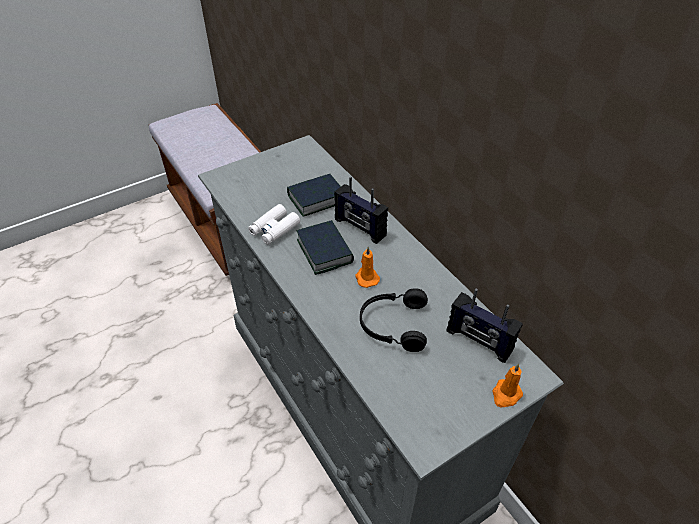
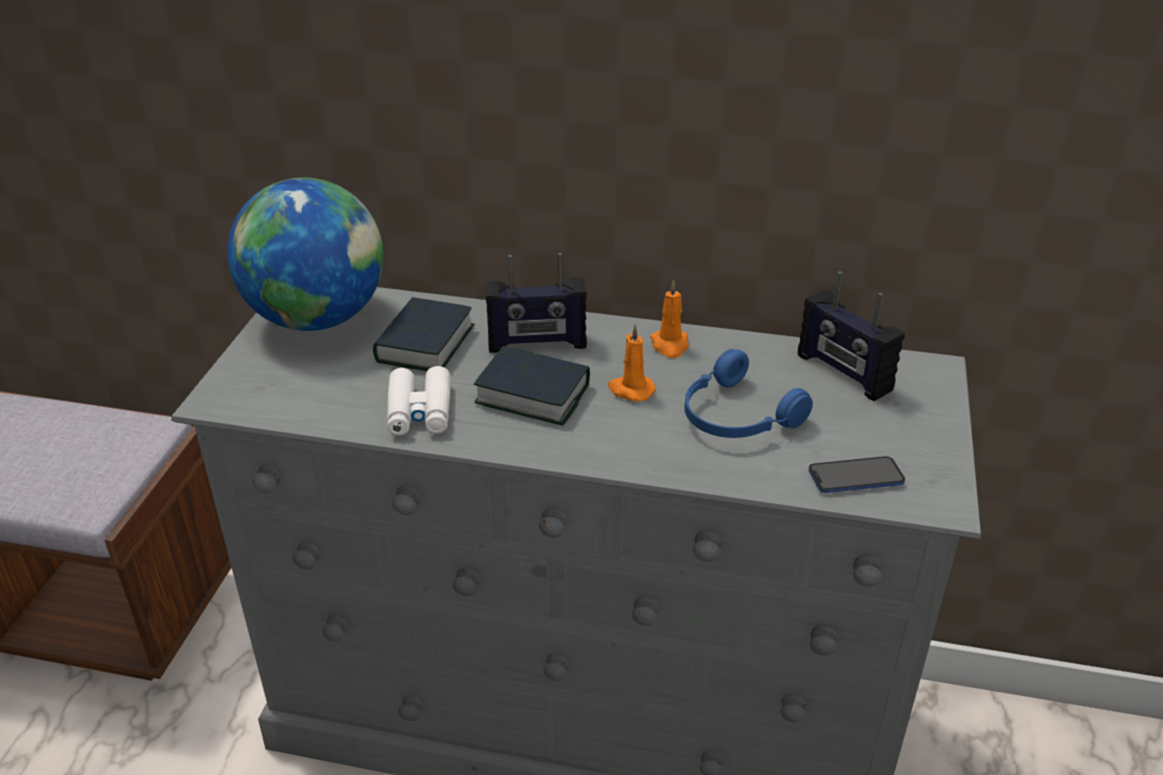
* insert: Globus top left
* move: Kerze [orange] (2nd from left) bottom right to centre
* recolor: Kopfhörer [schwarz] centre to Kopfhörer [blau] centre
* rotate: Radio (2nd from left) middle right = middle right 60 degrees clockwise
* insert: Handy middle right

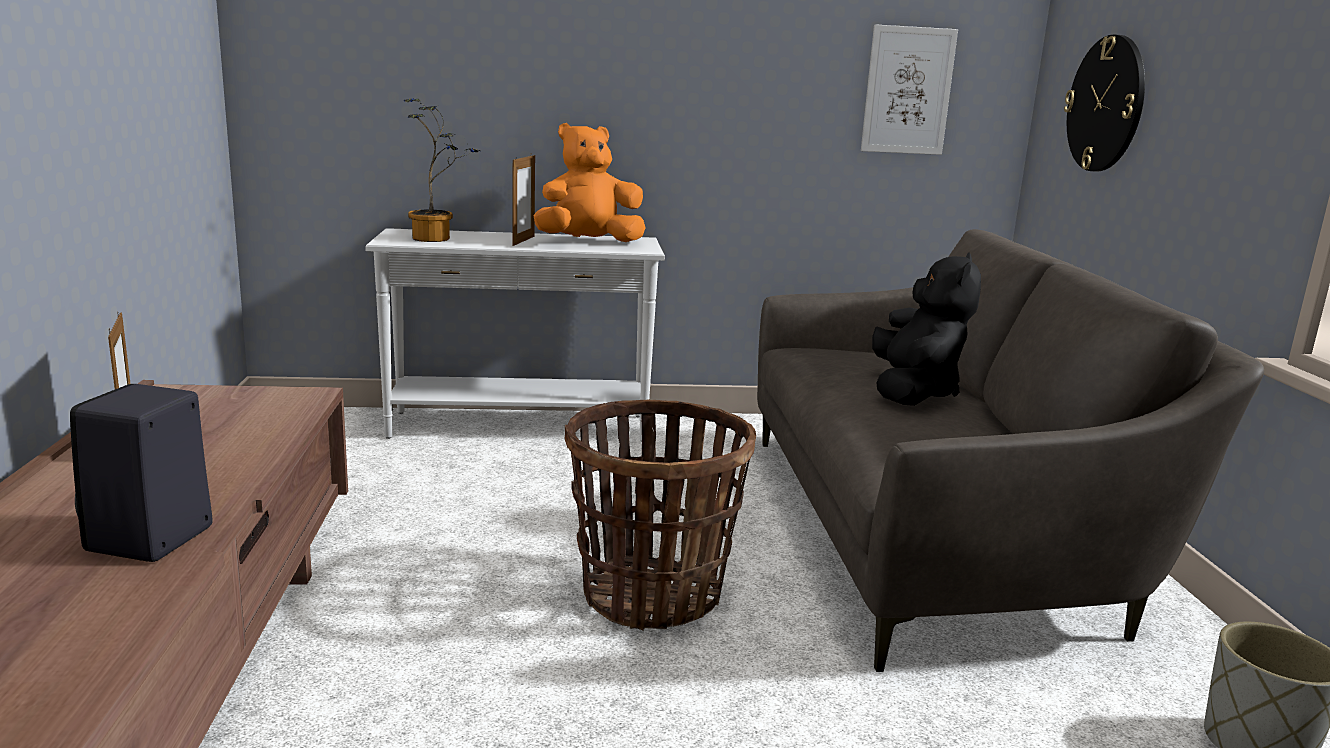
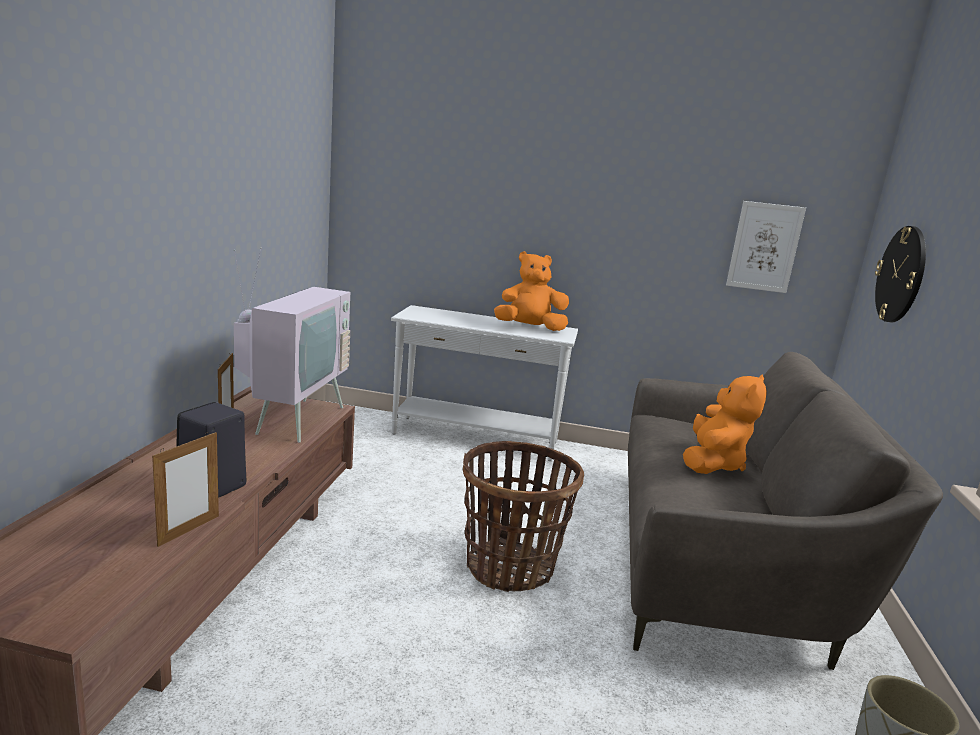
* move: Bilderrahmen (2nd from left in the first image) top centre to Bilderrahmen (1st from left) middle left
* insert: Fernseher middle left
* recolor: Plüschtier [schwarz] middle right to Plüschtier [orange] (2nd from left) middle right
* delete: Topfpflanze top left

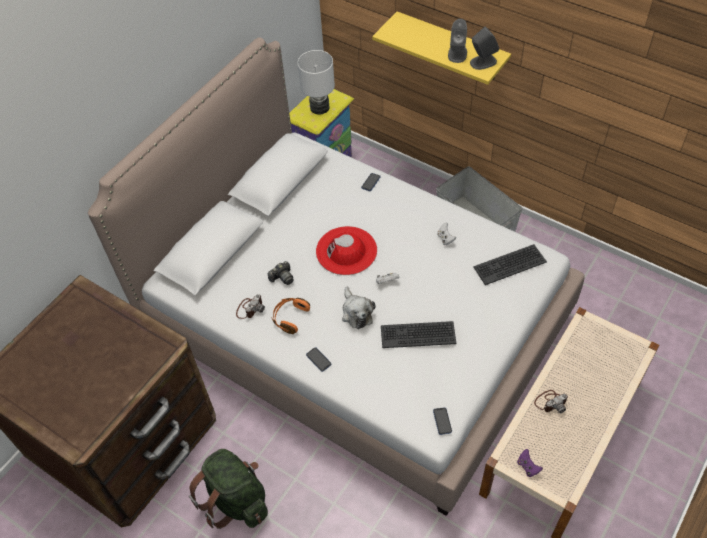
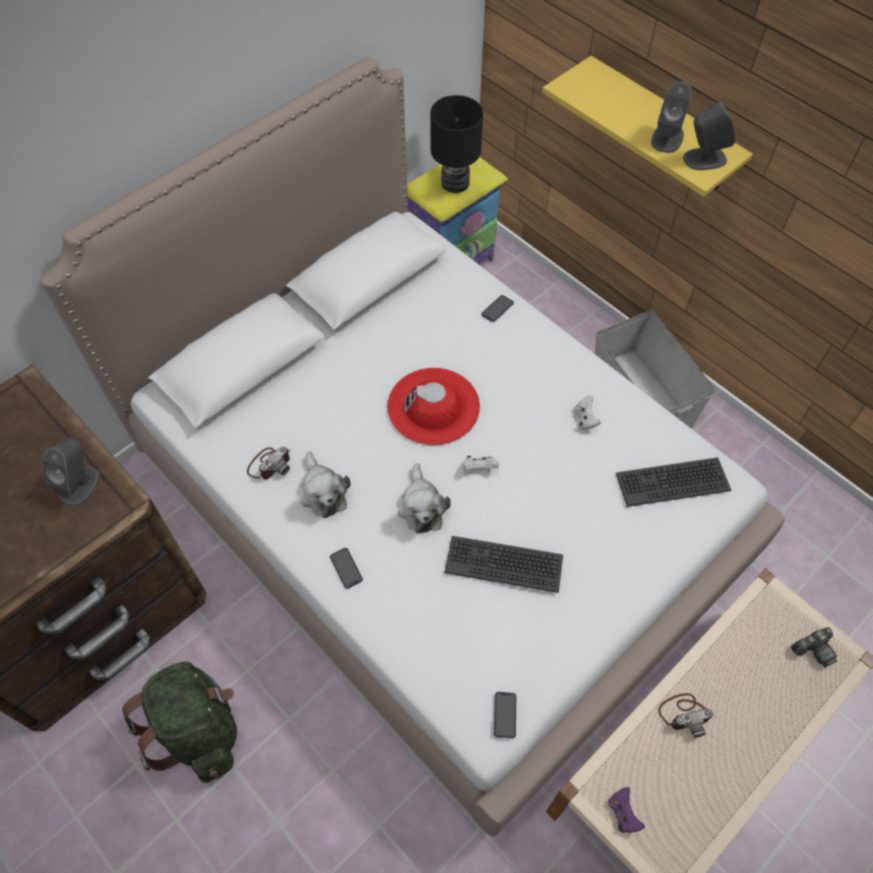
* insert: Lautsprecher [grau] (1st from left) middle left
* replace: Kopfhörer [orange] centre to Plüschtier (1st from left) centre
* recolor: Tischlampe [weiß] top centre to Tischlampe [schwarz] top centre
* move: Kamera (2nd from left in the first image) centre to Kamera (3rd from left) bottom right

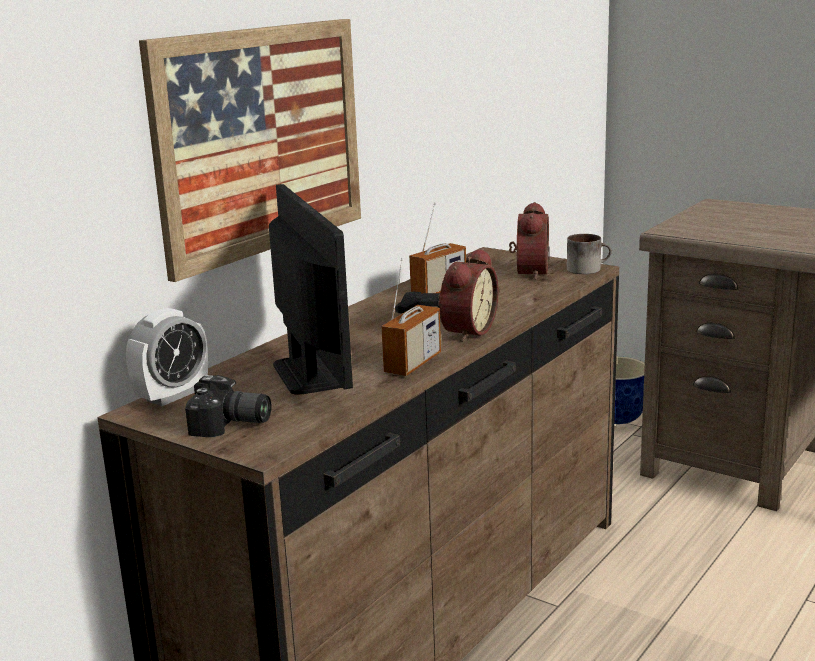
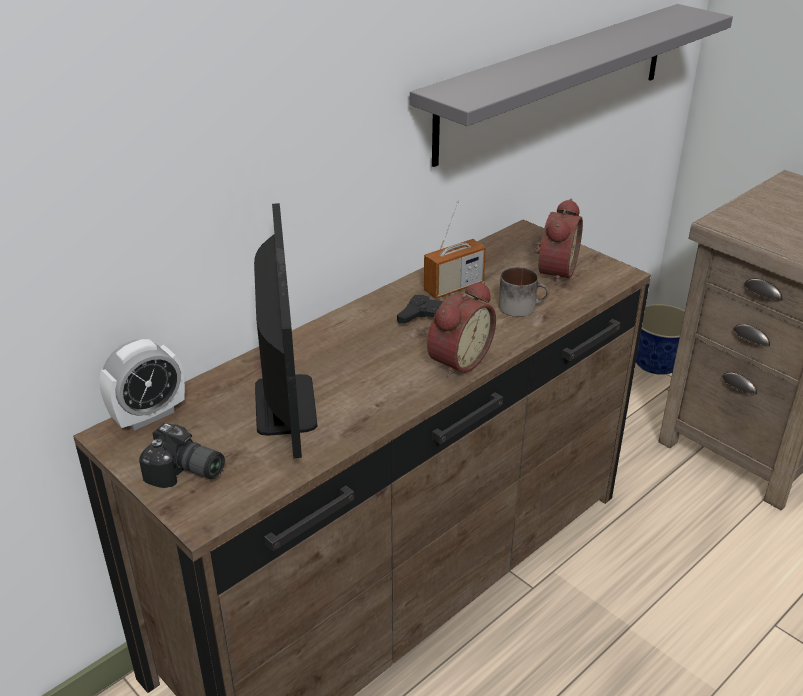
* insert: Wandregal [grau] top right
* move: Henkelbecher middle right to centre
* delete: Bild top left
* delete: Radio (1st from left) centre

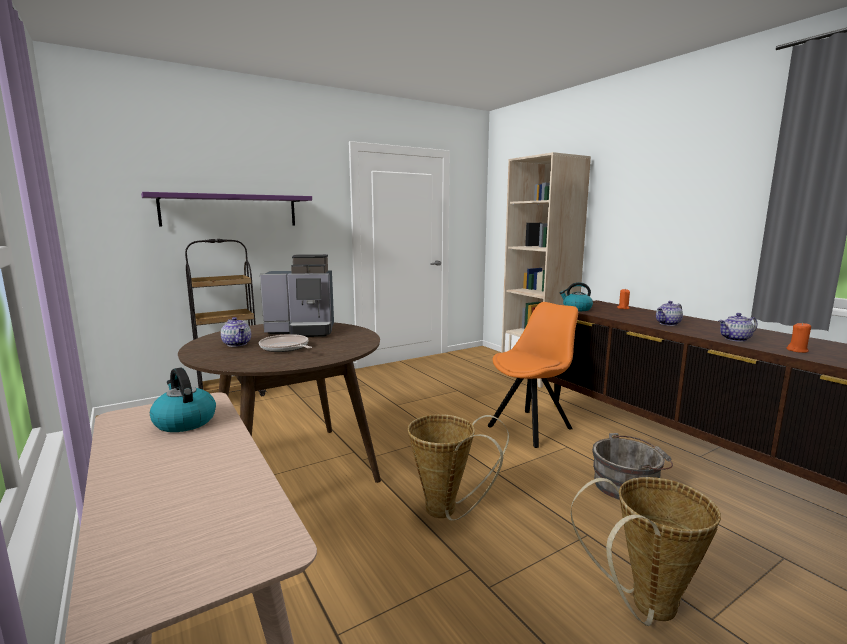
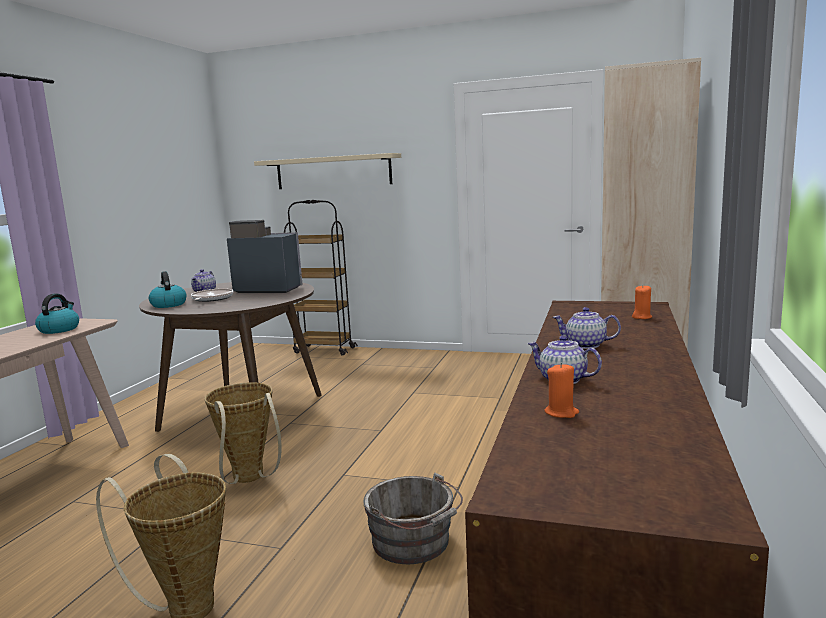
* move: Wasserkessel (2nd from left) middle right to middle left
* rotate: Kaffeemaschine centre = middle left 150 degrees clockwise
* recolor: Wandregal [lila] top left to Wandregal [beige] top centre
* delete: Stuhl [orange] centre

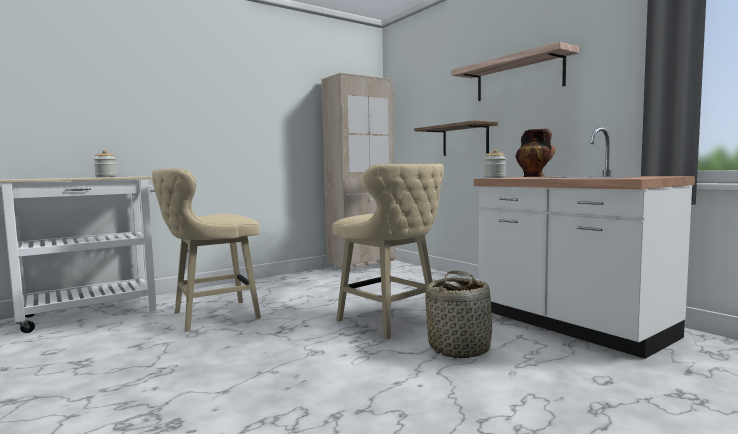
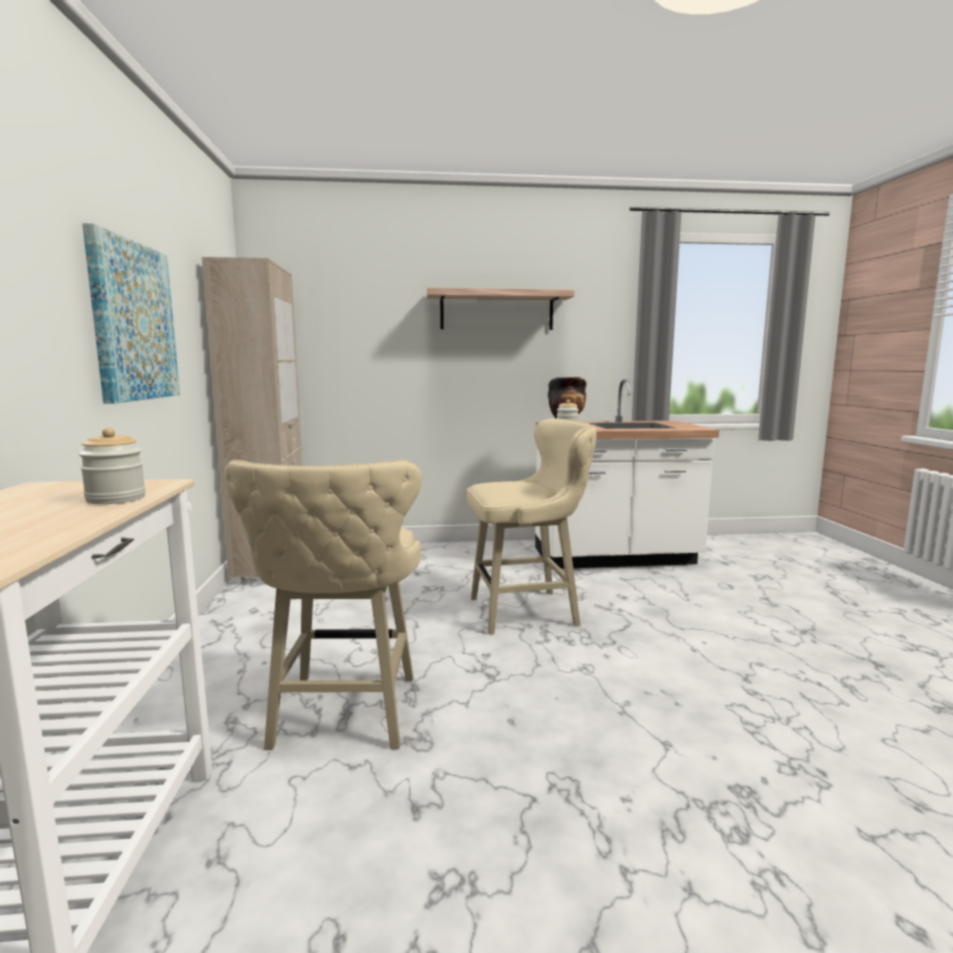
* insert: Bild top left
* delete: Wandregal (1st from left) top centre
* delete: Korb bottom centre

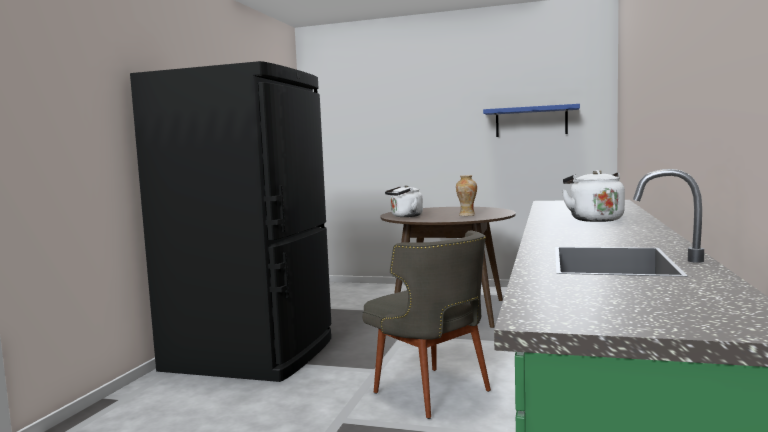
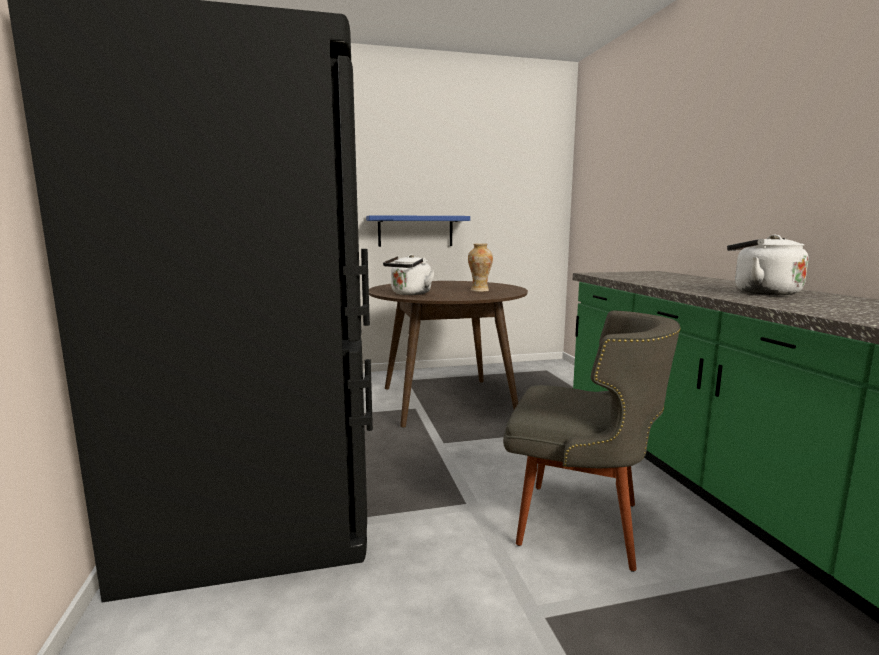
* move: Wandregal [blau] top right to centre

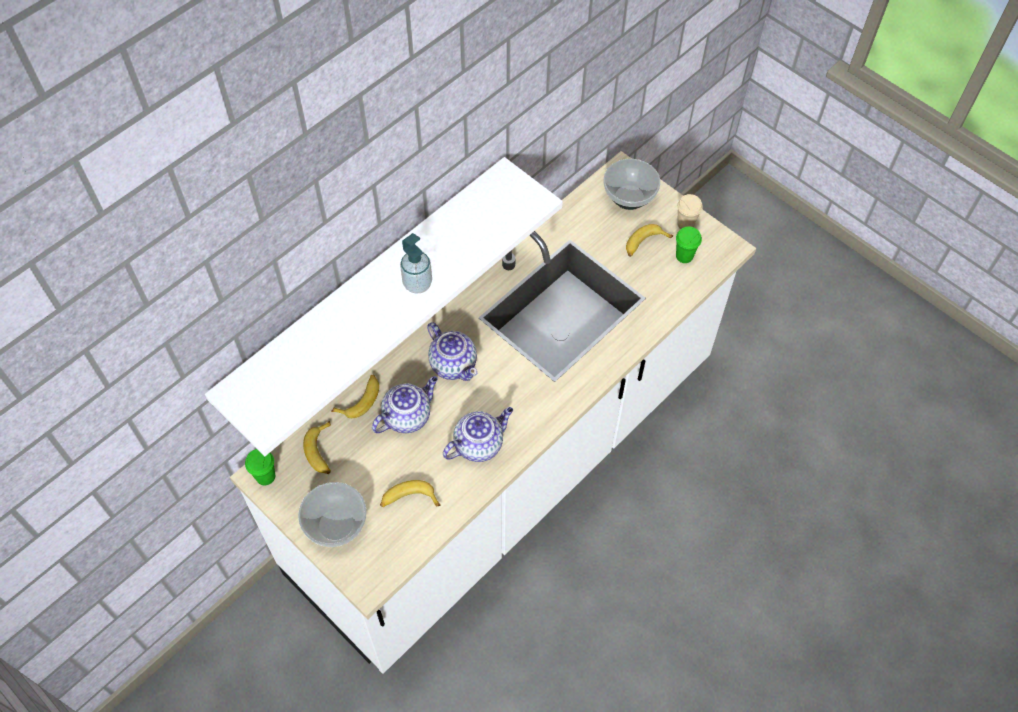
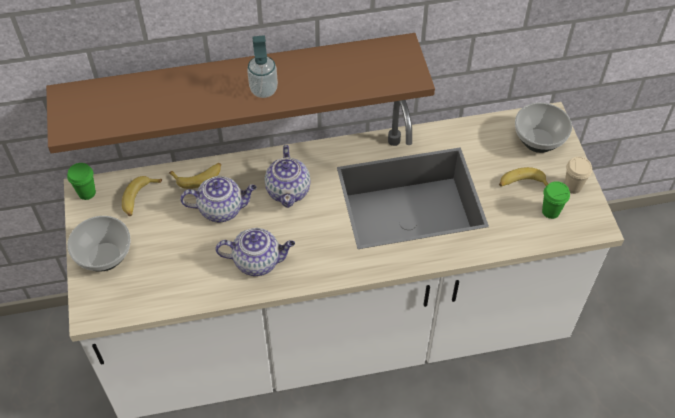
* recolor: Wandregal [weiß] centre to Wandregal [braun] top centre
* delete: Banane (3rd from left) bottom centre

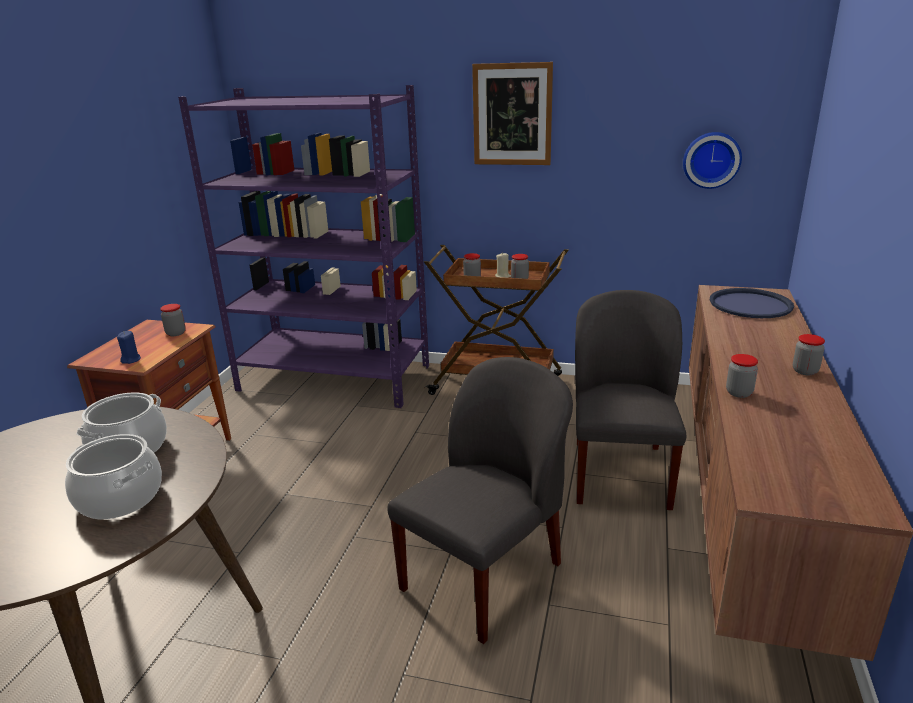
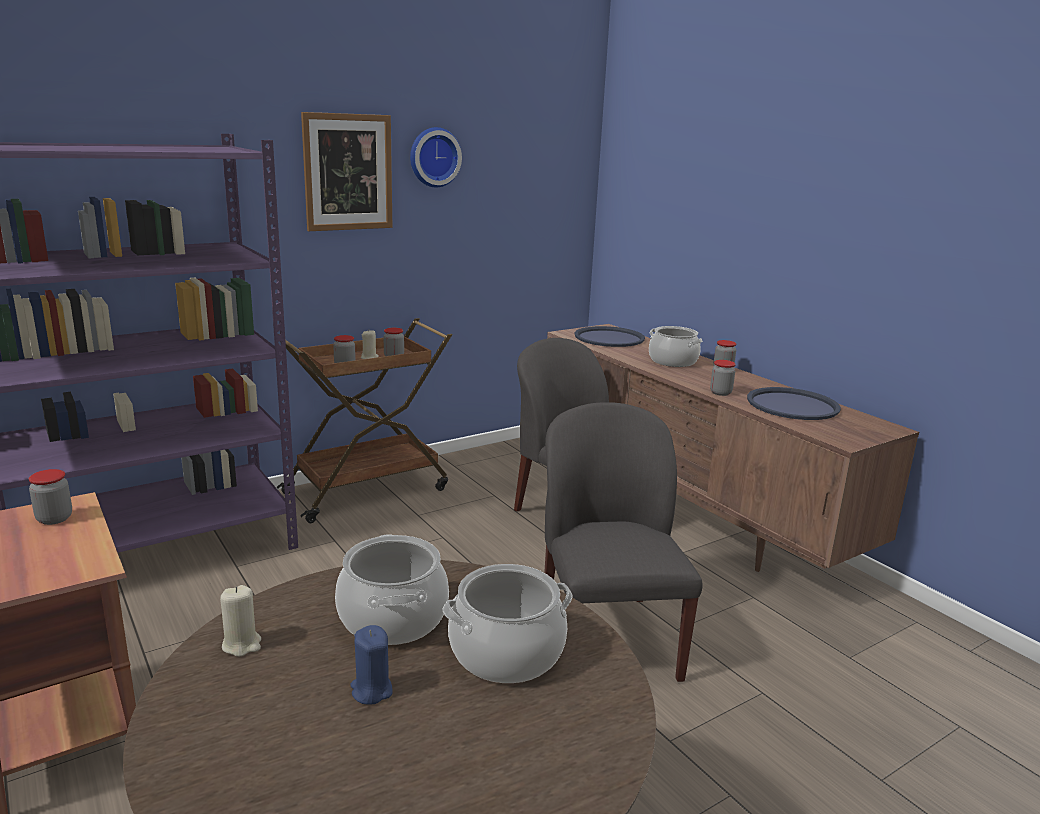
* insert: Kerze [beige] (1st from left) bottom left
* move: Kerze [blau] middle left to bottom centre
* move: Wanduhr top right to top centre
* insert: Kochtopf (3rd from left) centre
* insert: Tablett [blau] (2nd from left) middle right

